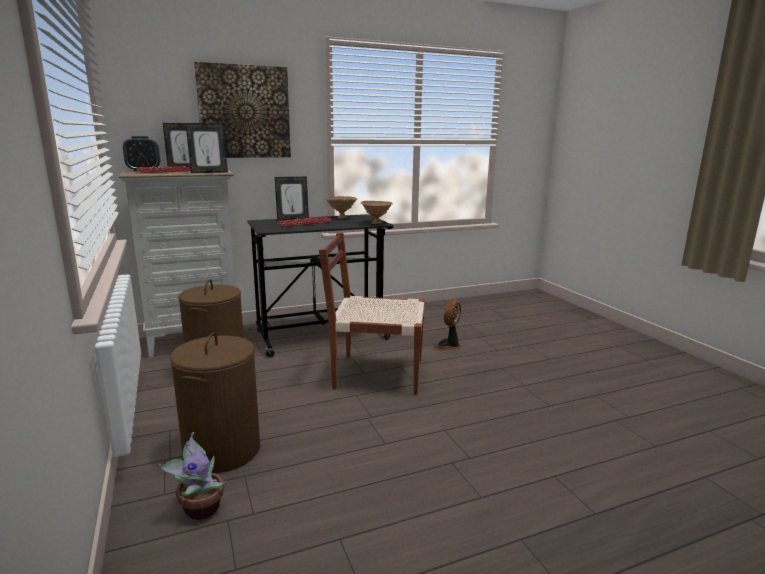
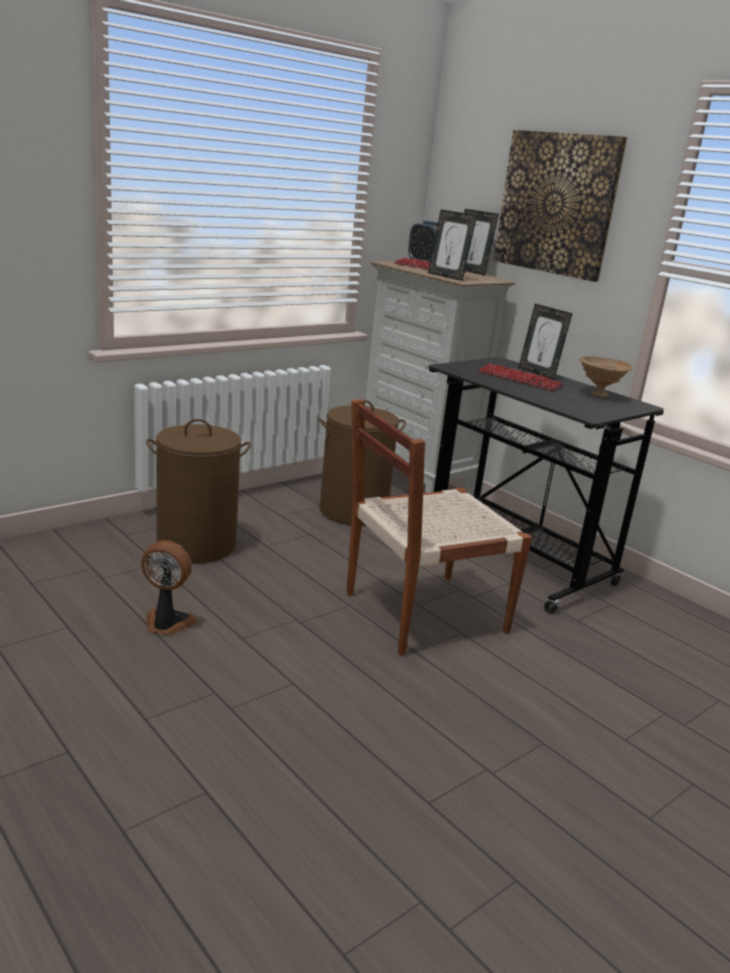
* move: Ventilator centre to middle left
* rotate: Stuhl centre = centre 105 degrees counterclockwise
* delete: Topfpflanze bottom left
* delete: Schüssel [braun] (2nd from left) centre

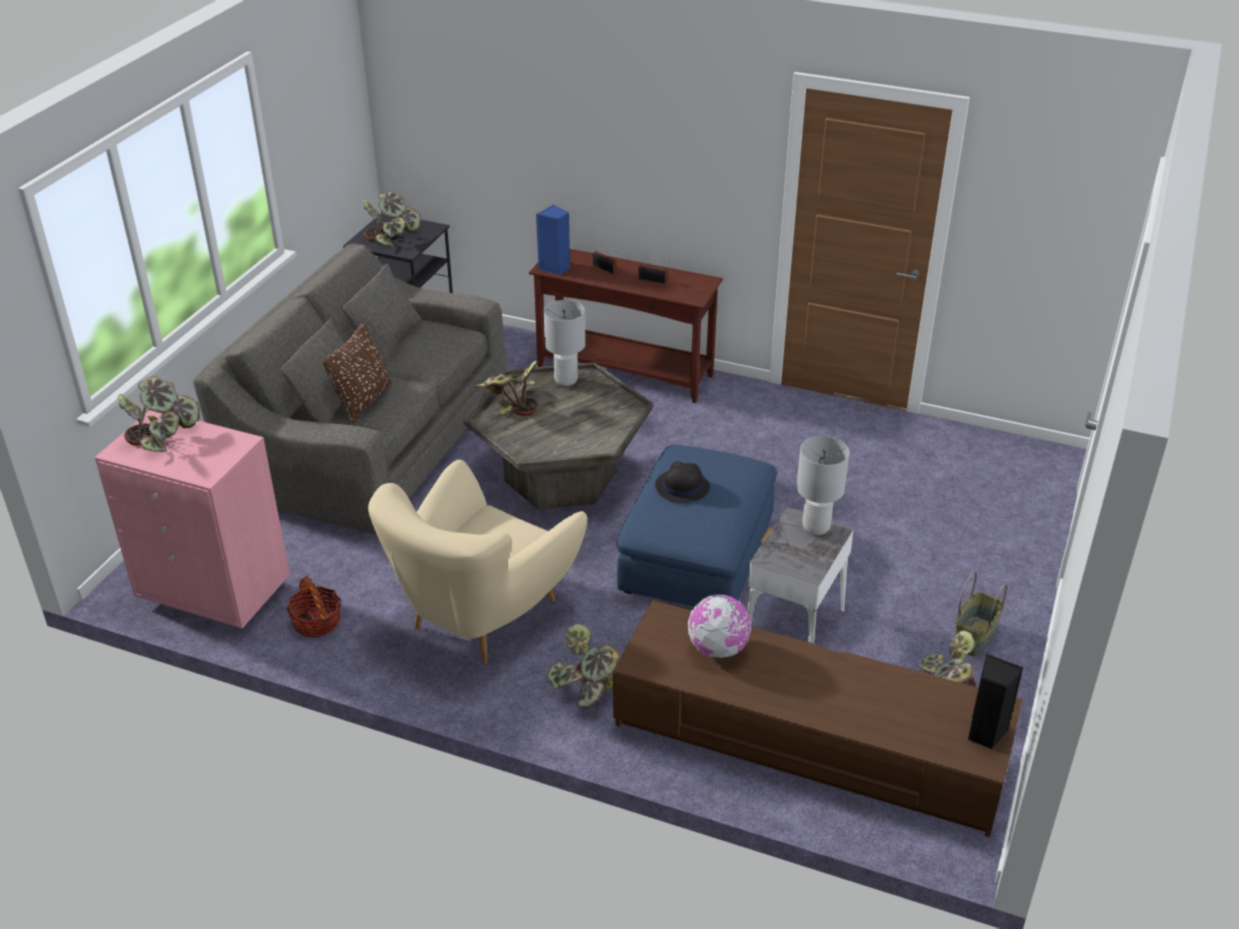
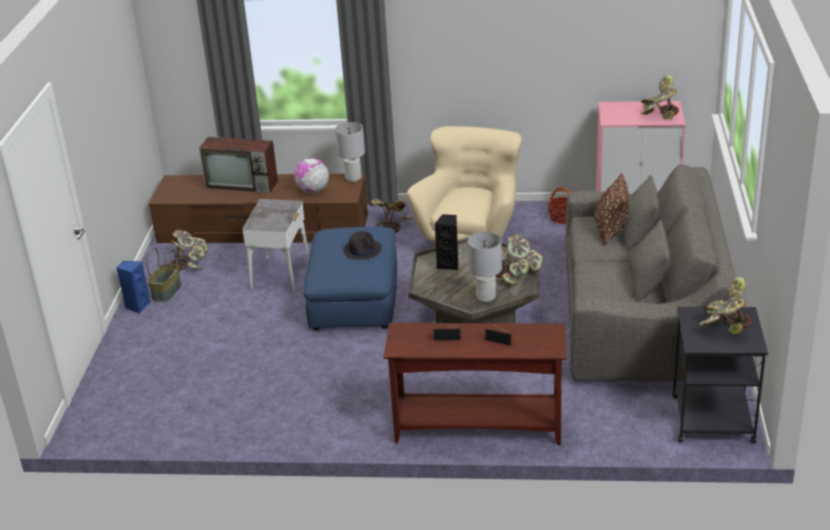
* move: Lautsprecher [blau] top centre to middle left
* insert: Fernseher top left
* move: Tischlampe [grau] (2nd from left in the first image) centre to Tischlampe [grau] (1st from left) top centre
* move: Lautsprecher [schwarz] bottom right to centre

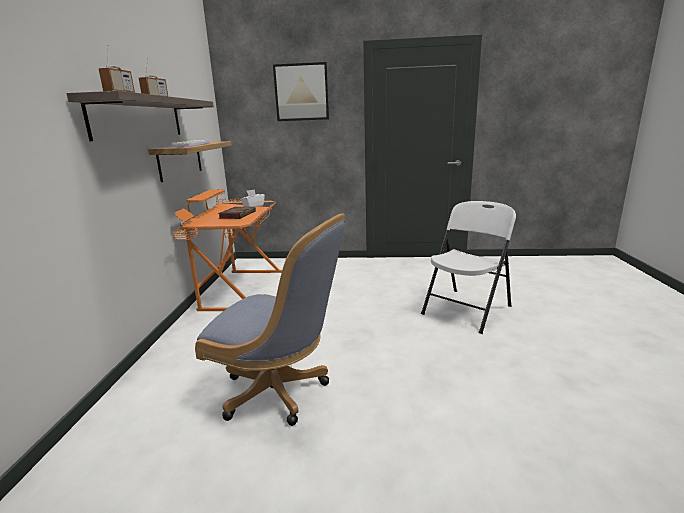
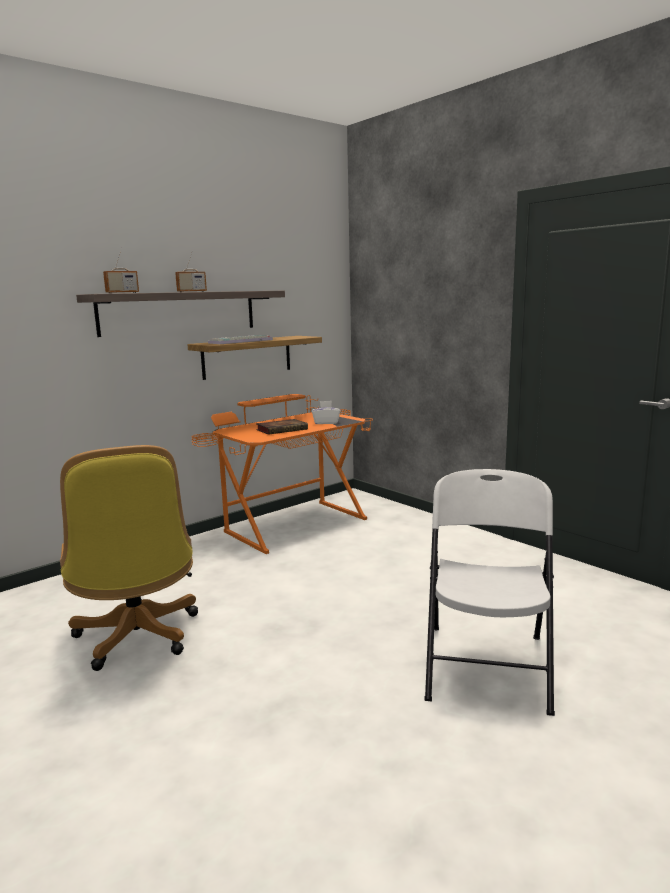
* recolor: Bürostuhl [blau] centre to Bürostuhl [gelb] middle left
* rotate: Stuhl [weiß] middle right = middle right 75 degrees counterclockwise
* delete: Bild top centre

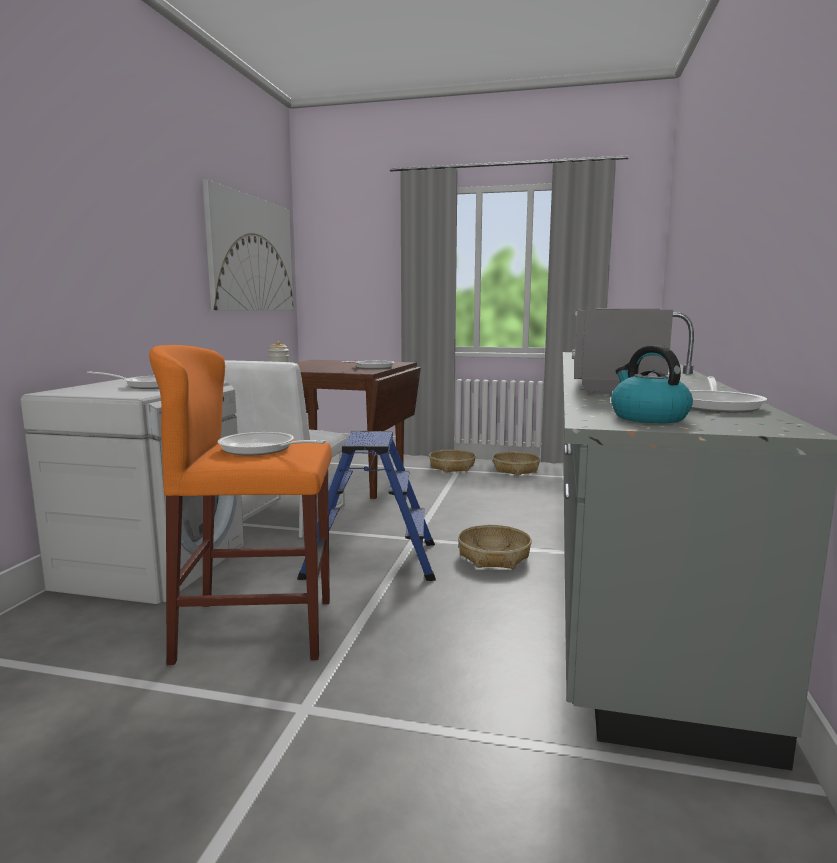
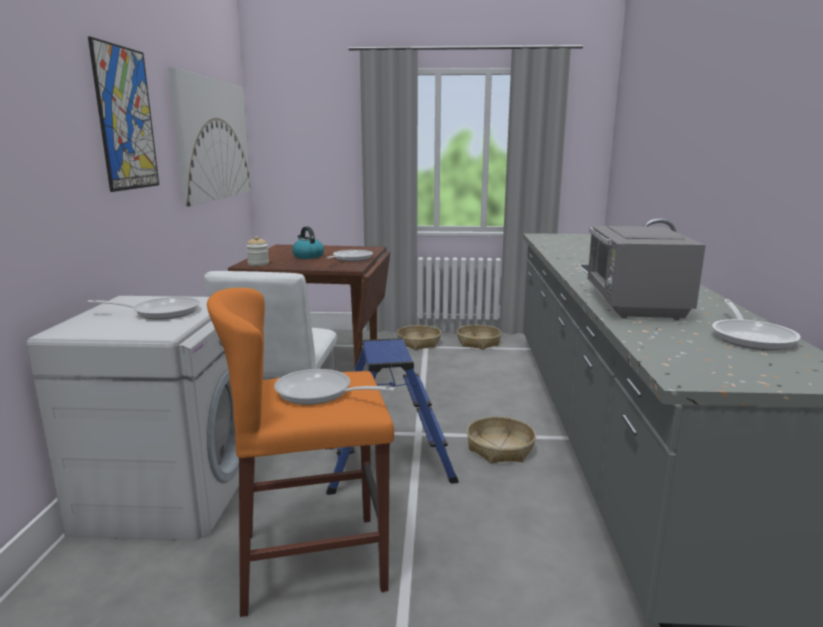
* insert: Bild (1st from left) top left
* move: Wasserkessel middle right to centre

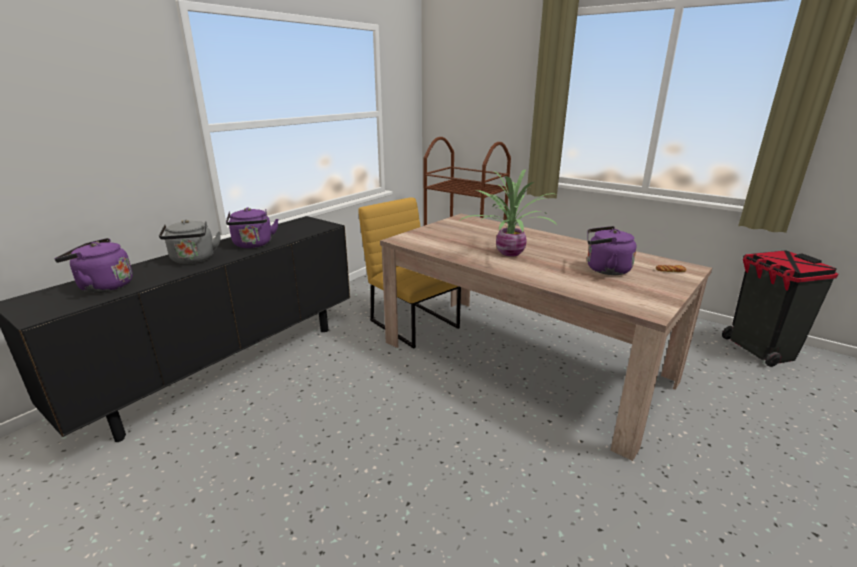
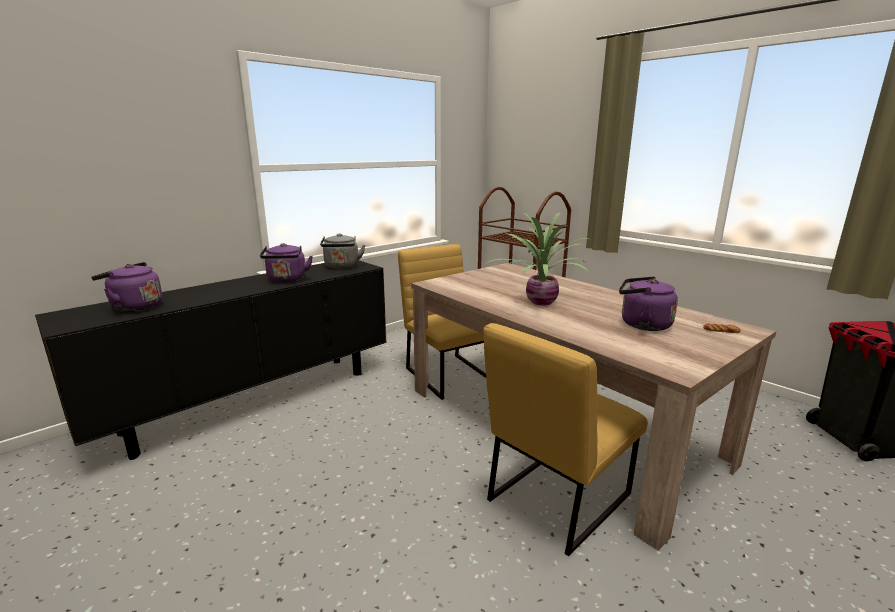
* move: Wasserkessel [grau] middle left to centre
* insert: Stuhl [gelb] (2nd from left) bottom centre

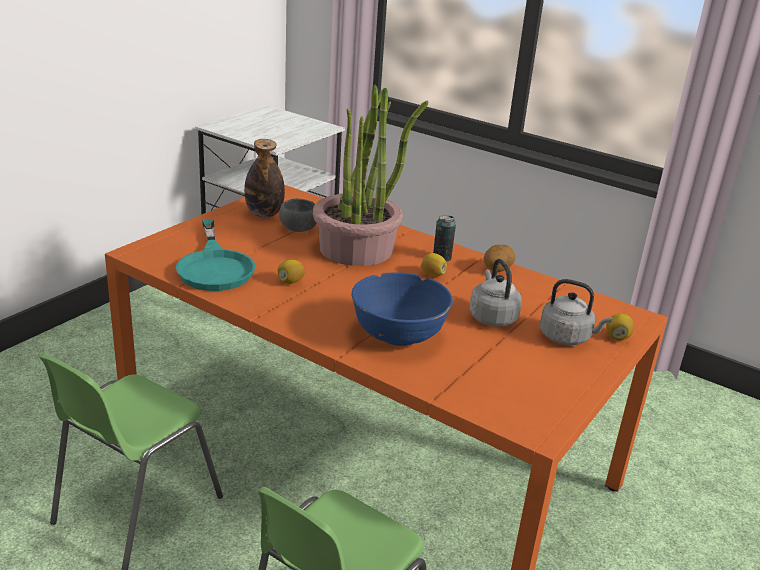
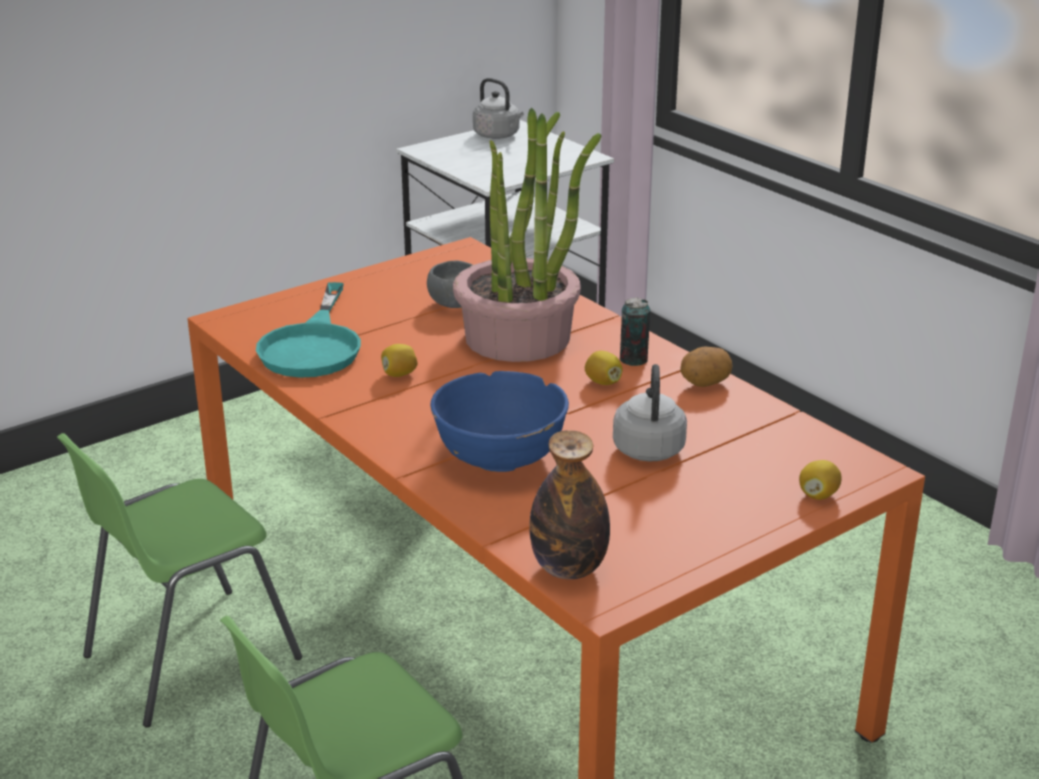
* move: Wasserkessel [grau] (2nd from left in the first image) middle right to Wasserkessel [grau] (1st from left) top centre
* move: Flasche top centre to centre

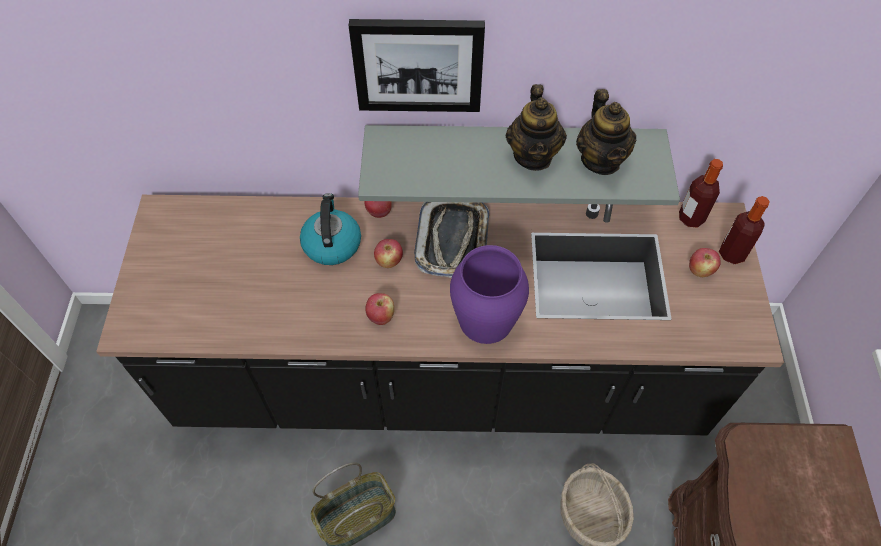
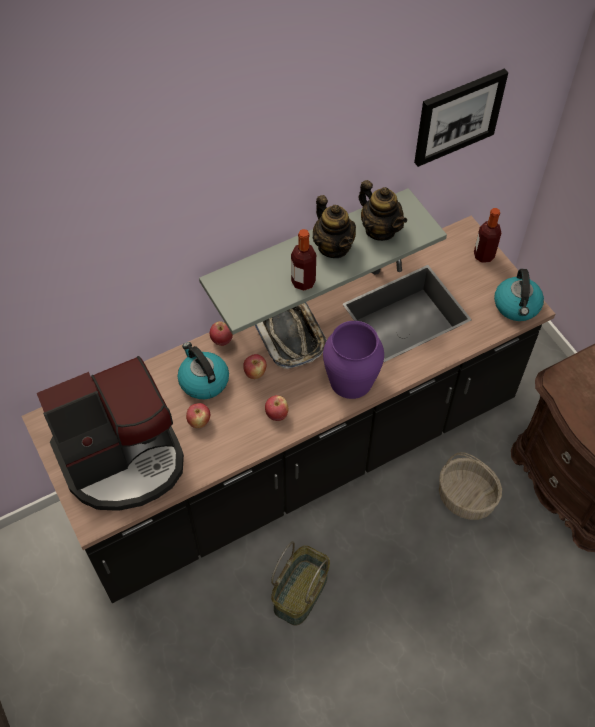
* insert: Kaffeemaschine middle left
* move: Apfel (4th from left in the first image) middle right to Apfel (1st from left) middle left
* move: Flasche (1st from left) middle right to centre
* move: Bild top centre to top right
* insert: Wasserkessel (2nd from left) middle right

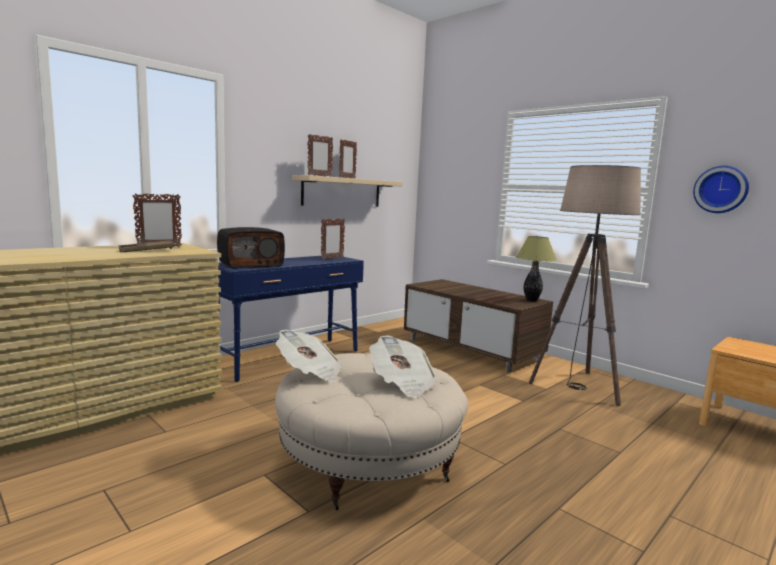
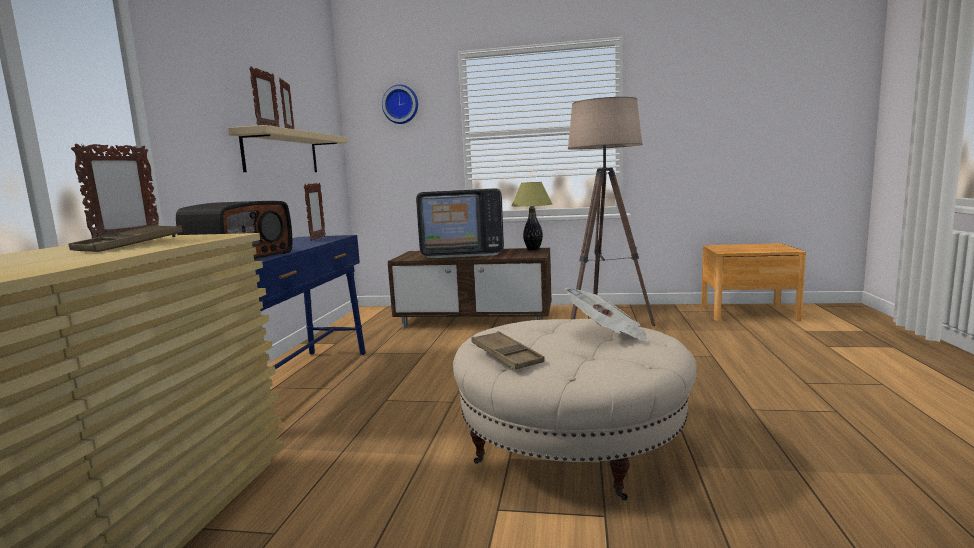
* move: Wanduhr middle right to top centre
* insert: Fernseher centre
* replace: Zeitung (1st from left) centre to Tablett [braun] (2nd from left) centre

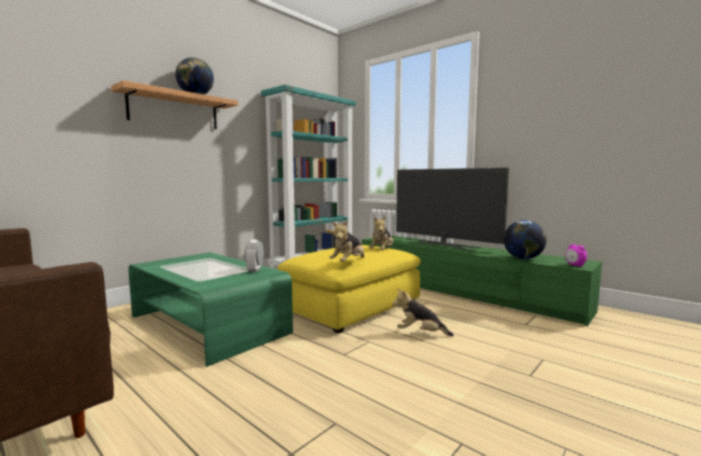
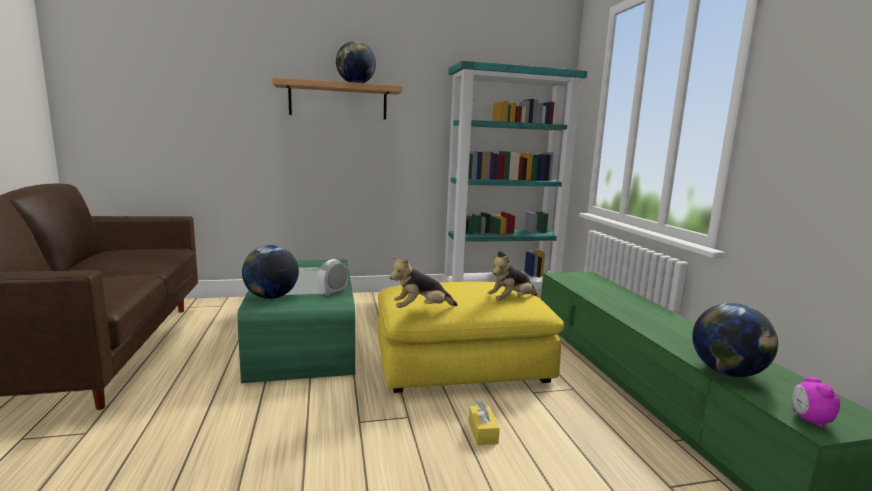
* insert: Globus (1st from left) middle left
* replace: Plüschtier (3rd from left) bottom centre to Taschentuchbox [gelb] bottom centre
* delete: Fernseher centre

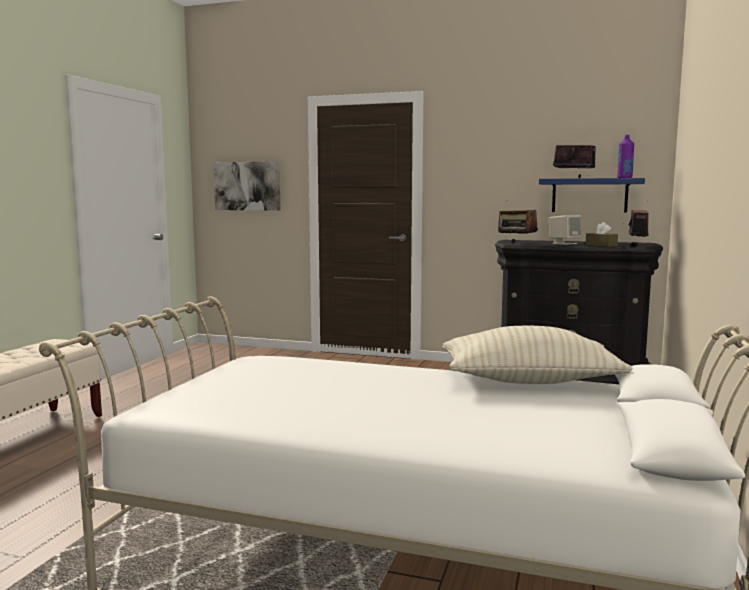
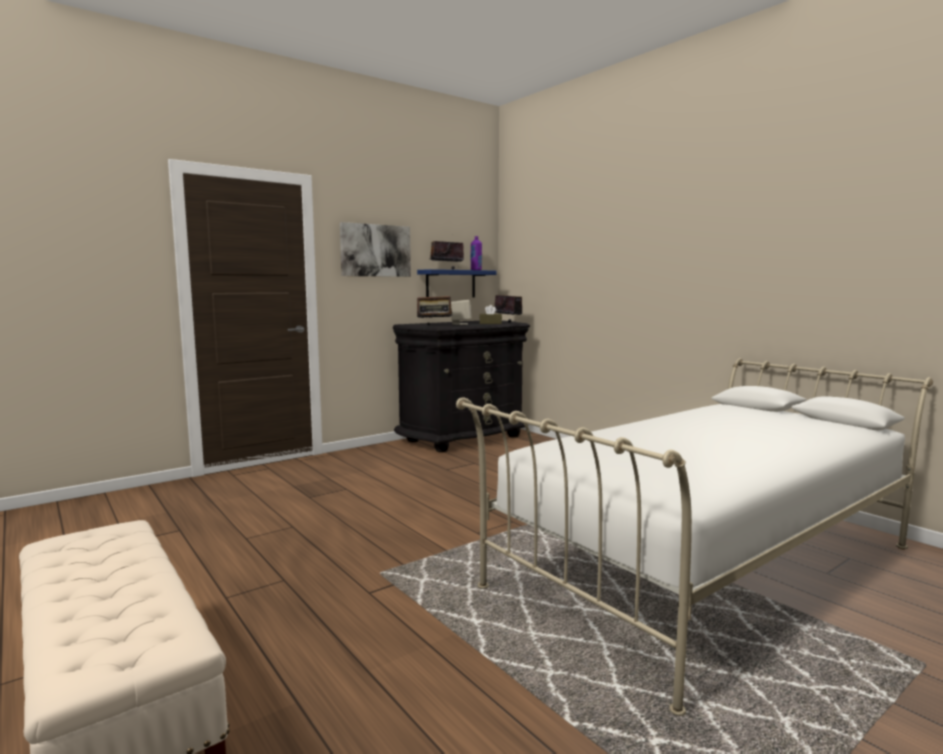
* move: Bild top left to top centre
* delete: Kissen [beige] middle right

